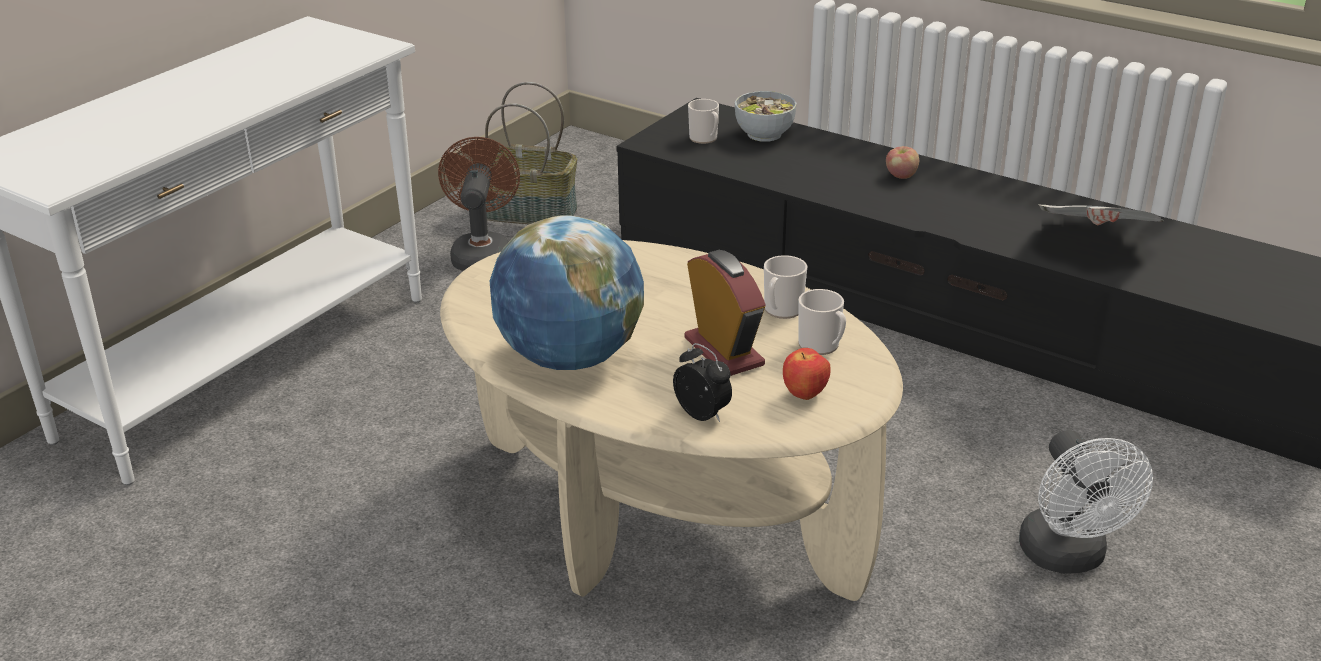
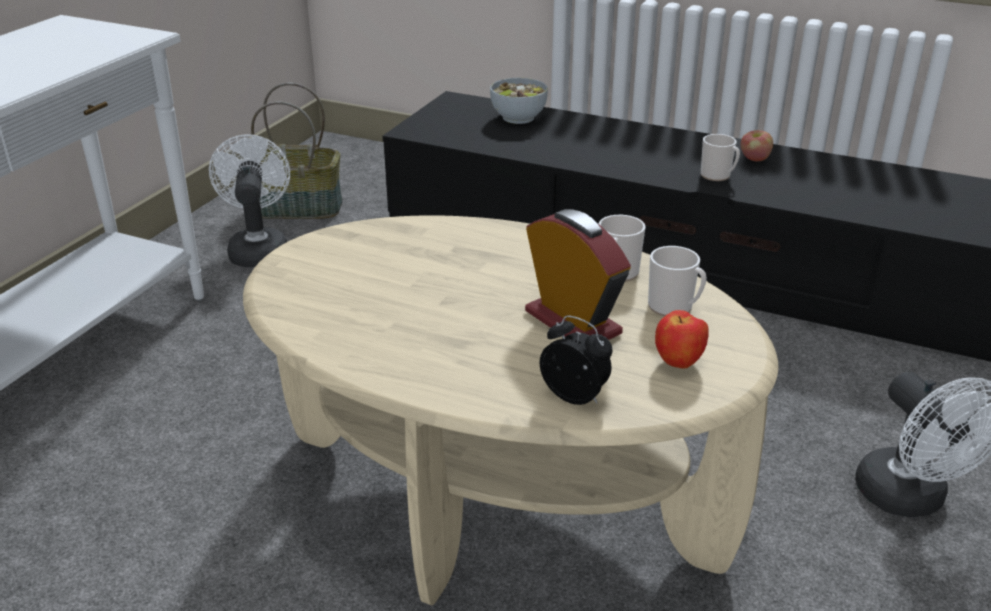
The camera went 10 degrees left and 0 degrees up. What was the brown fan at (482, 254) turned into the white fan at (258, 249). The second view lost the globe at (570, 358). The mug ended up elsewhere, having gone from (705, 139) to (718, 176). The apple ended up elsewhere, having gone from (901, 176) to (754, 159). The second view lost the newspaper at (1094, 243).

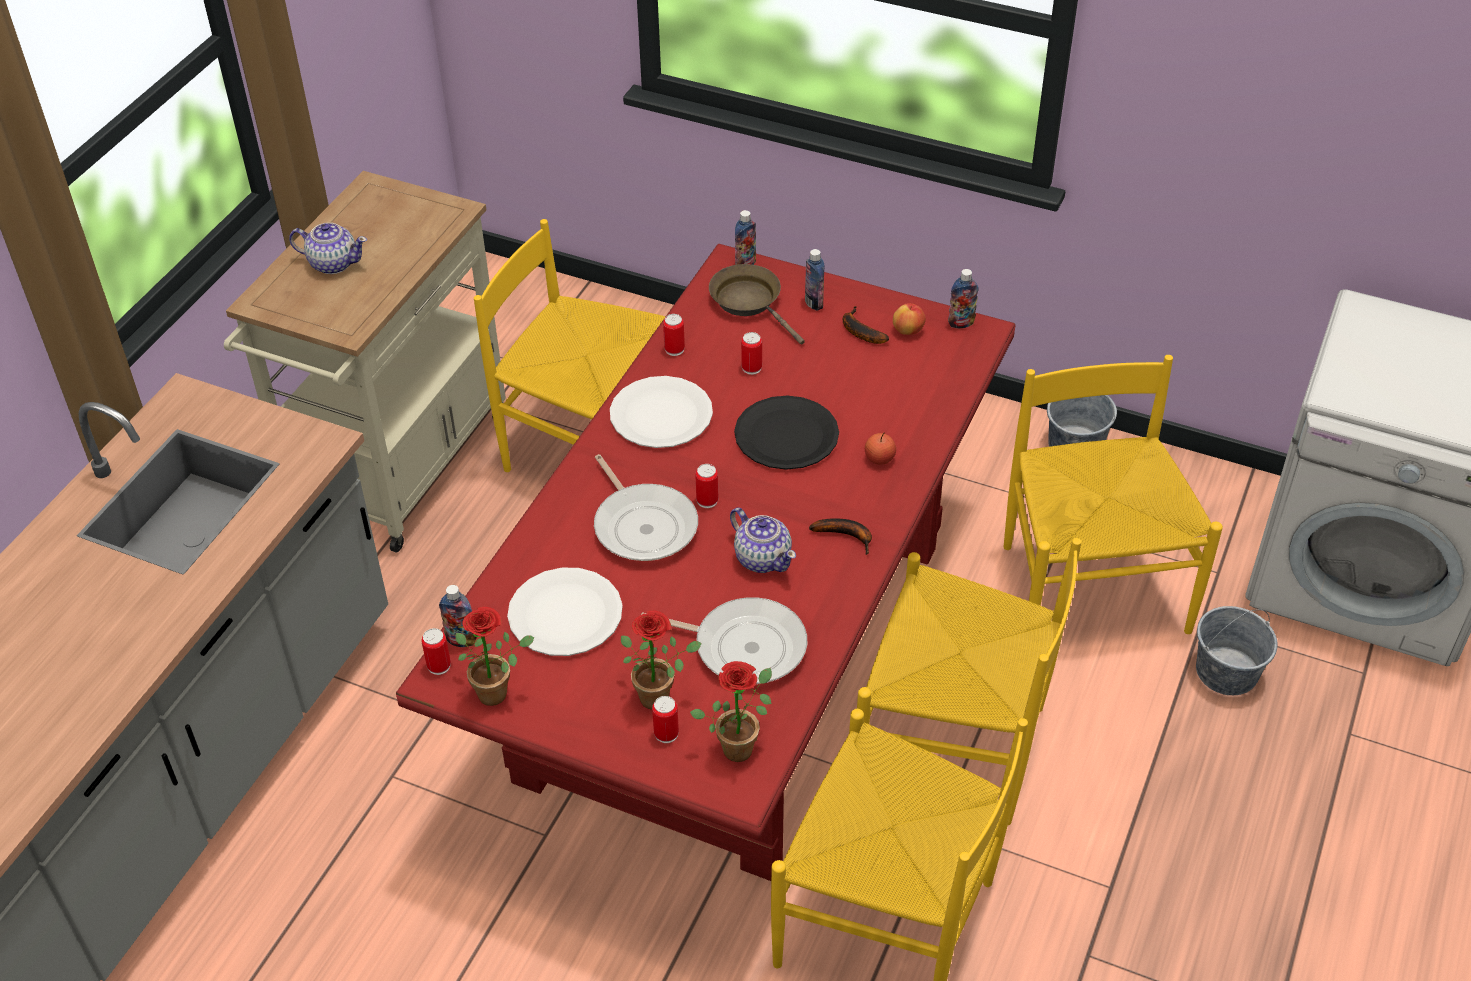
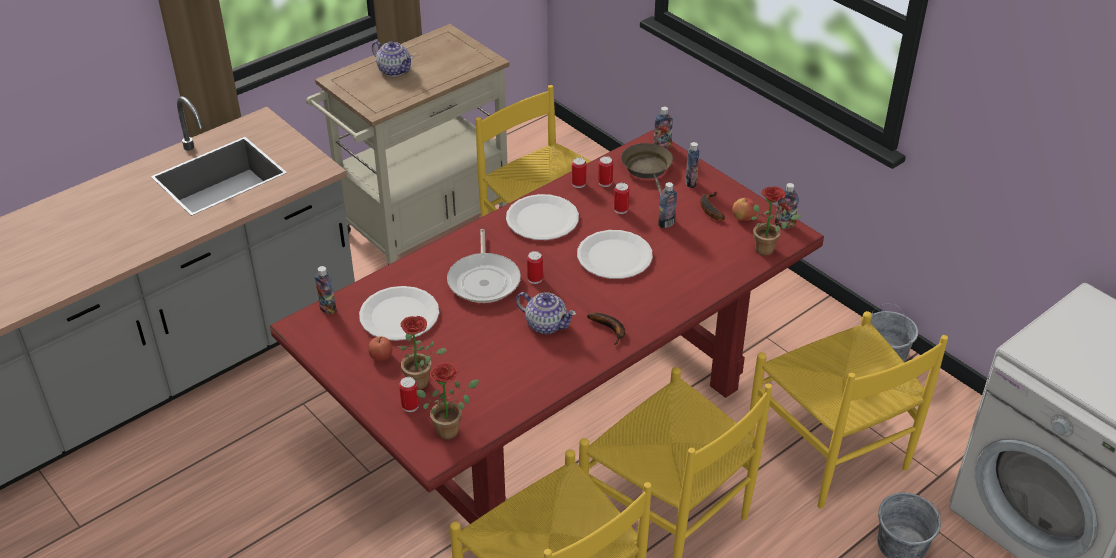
The camera went 25 degrees right and 5 degrees down. The can ended up elsewhere, having gone from (439, 666) to (605, 182). The potted plant ended up elsewhere, having gone from (498, 691) to (768, 249). The second view lost the frying pan at (744, 646). The teapot at (762, 558) ended up facing another way, 45 degrees counterclockwise from before. What was the black plate at (786, 435) turned into the white plate at (614, 257). The apple ended up elsewhere, having gone from (879, 459) to (381, 356). The yellow chair at (1088, 588) ended up facing another way, 135 degrees clockwise from before. The second view gained the bottle at (666, 223).

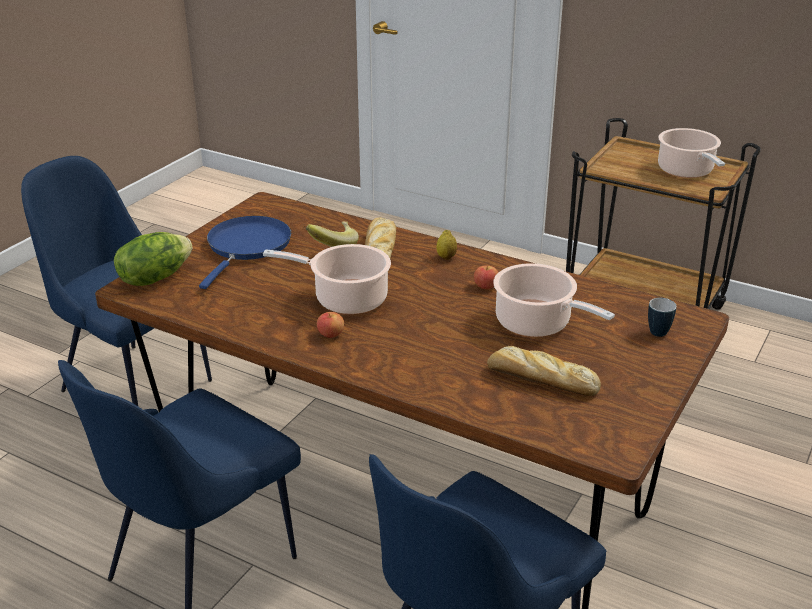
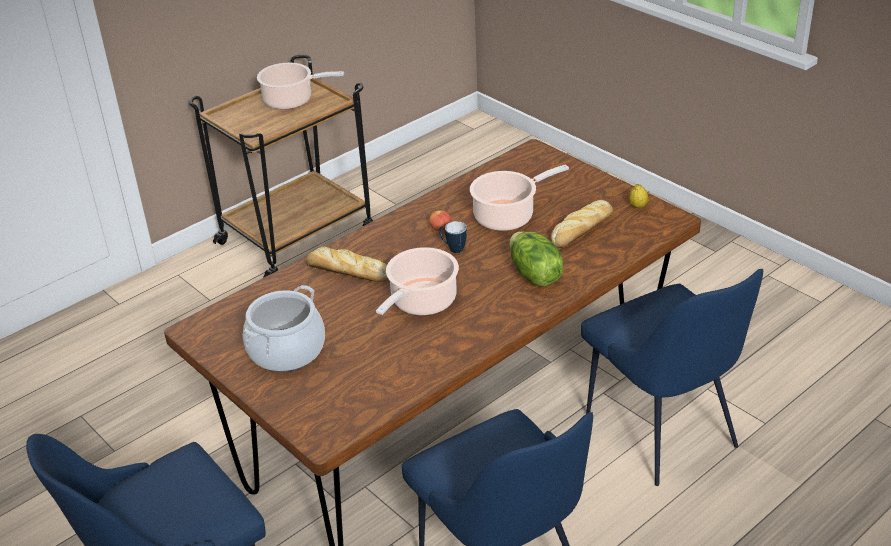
The camera went 70 degrees left and 5 degrees up. The lettuce ended up elsewhere, having gone from (154, 277) to (534, 275). Where the blue frying pan stood at (247, 247), the cooking pot came to stand at (286, 350). The second view lost the banana at (332, 245). The second view lost the apple at (330, 334). The lemon ended up elsewhere, having gone from (446, 257) to (638, 206). The mug ended up elsewhere, having gone from (658, 330) to (453, 248).

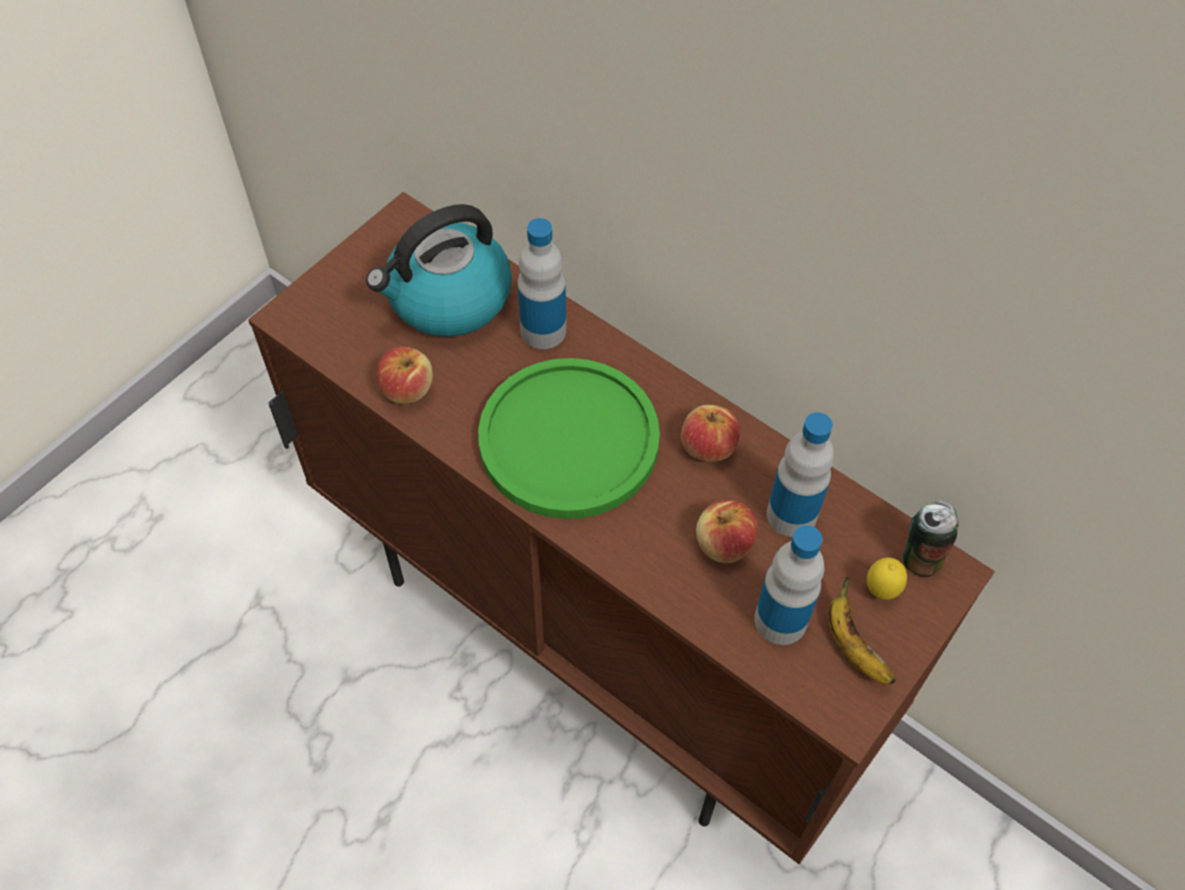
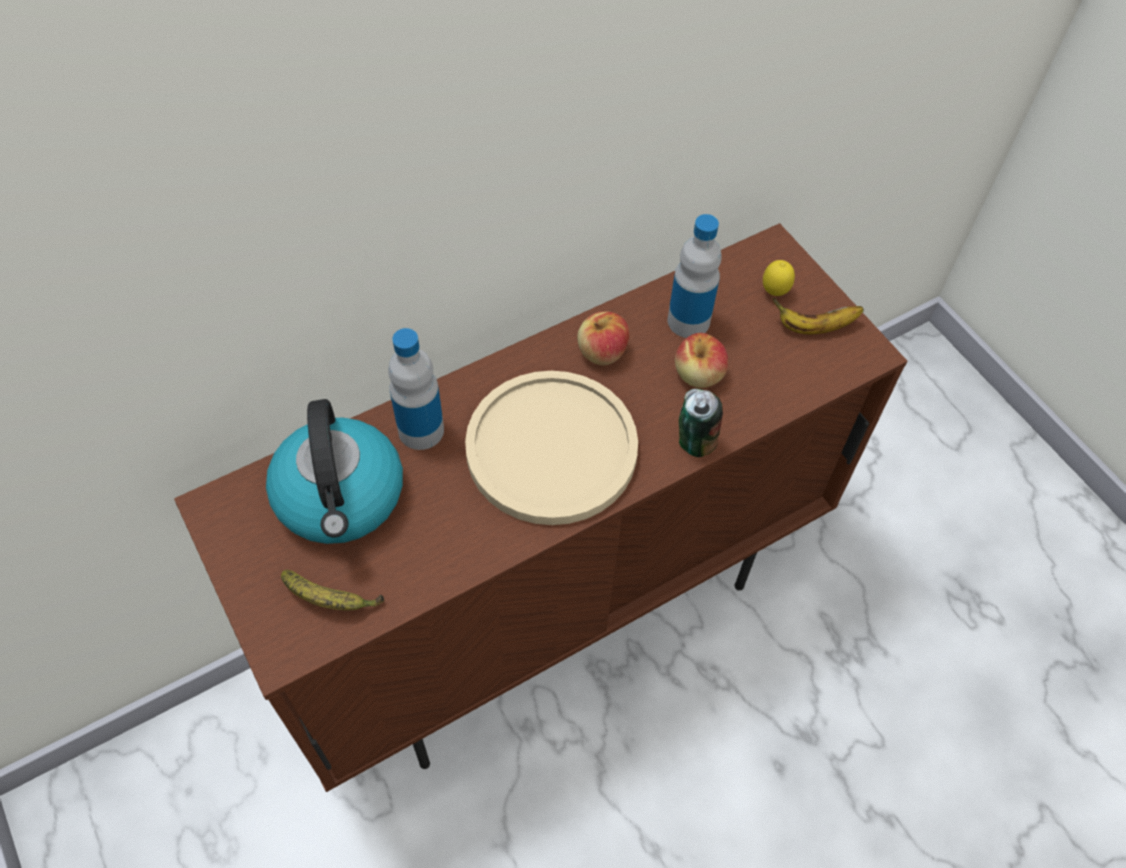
The camera went 70 degrees left and 0 degrees up. The second view lost the apple at (407, 389). What was the green plate at (569, 440) turned into the beige plate at (551, 449). The second view lost the bottle at (780, 620). The can ended up elsewhere, having gone from (920, 557) to (694, 442). The second view gained the banana at (330, 599).

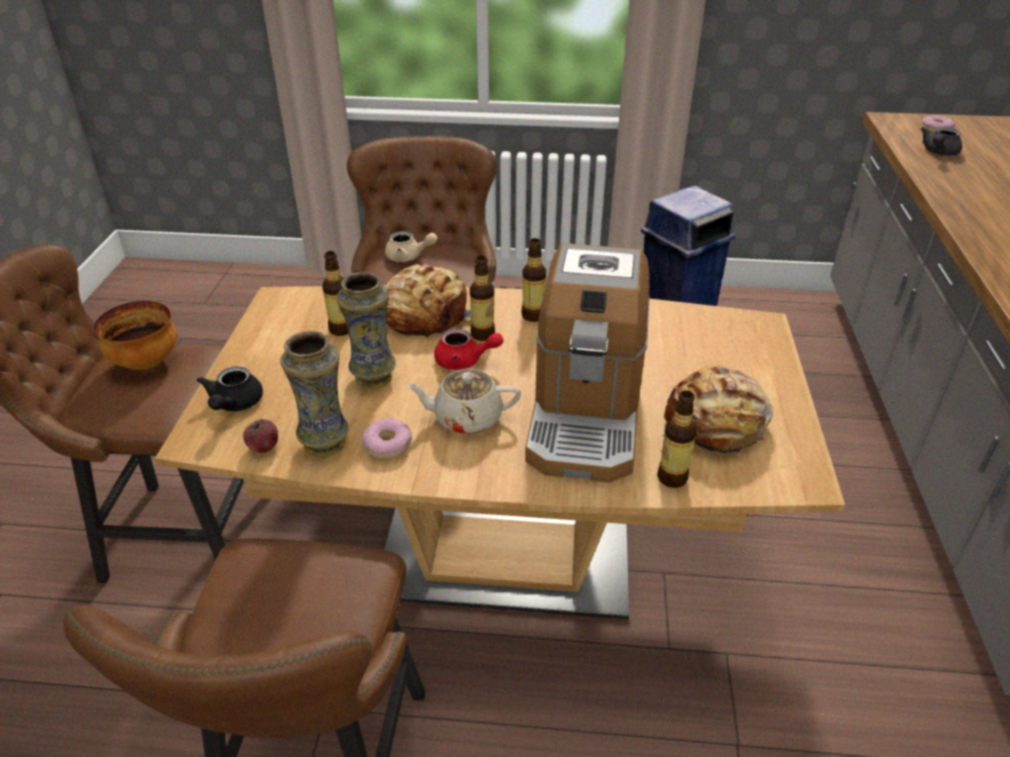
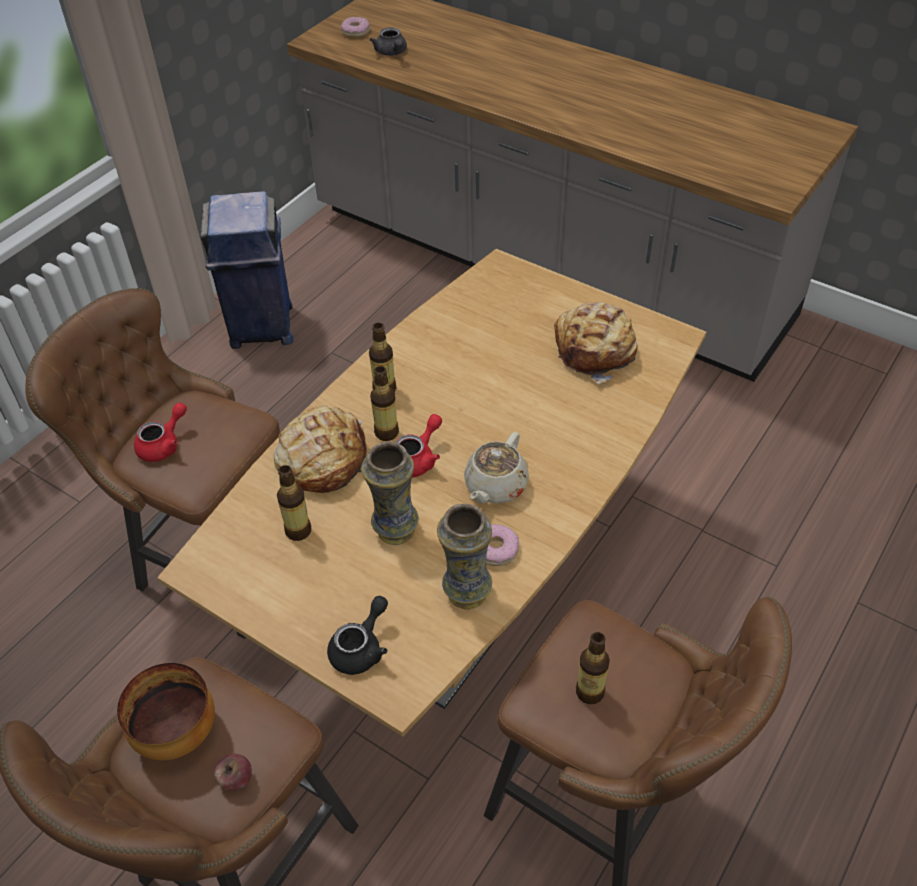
The camera went 60 degrees left and 10 degrees up. The black teapot at (234, 404) ended up facing another way, 90 degrees counterclockwise from before. The apple ended up elsewhere, having gone from (263, 447) to (236, 779). What was the beige teapot at (408, 257) turned into the red teapot at (164, 445). The second view lost the coffee machine at (585, 414). The bottle ended up elsewhere, having gone from (672, 478) to (590, 692).

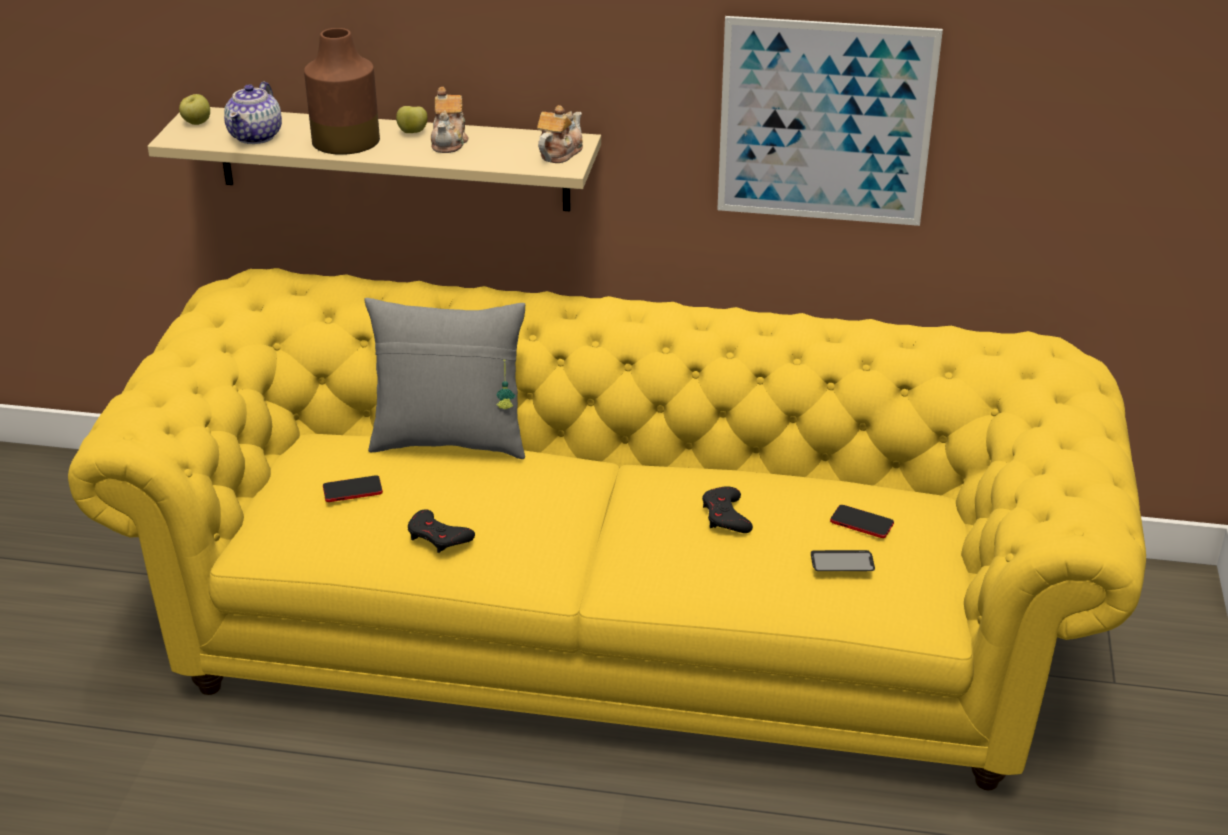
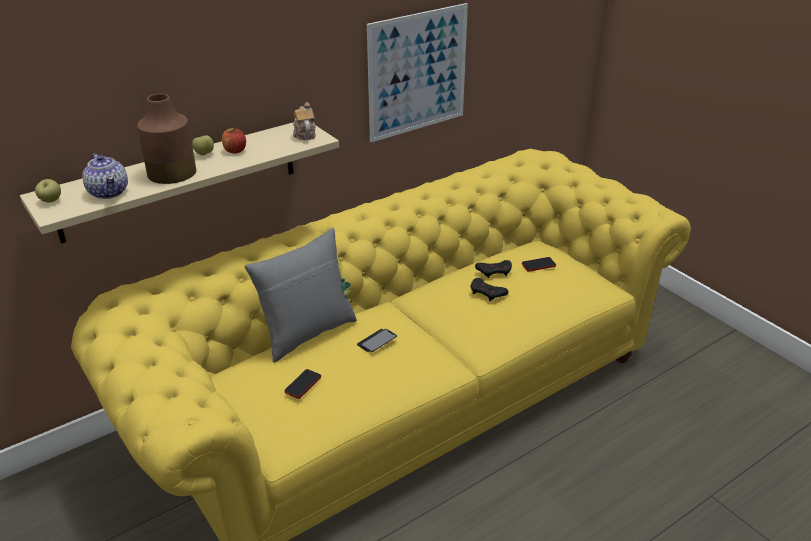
The camera went 45 degrees left and 0 degrees up. The black game controller ended up elsewhere, having gone from (438, 536) to (494, 271). Where the teapot stood at (449, 142), the apple came to stand at (235, 150). The phone ended up elsewhere, having gone from (842, 563) to (377, 341).

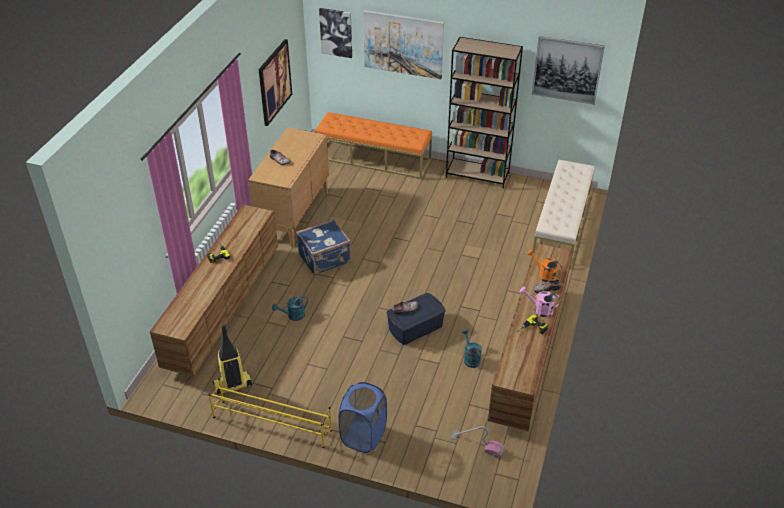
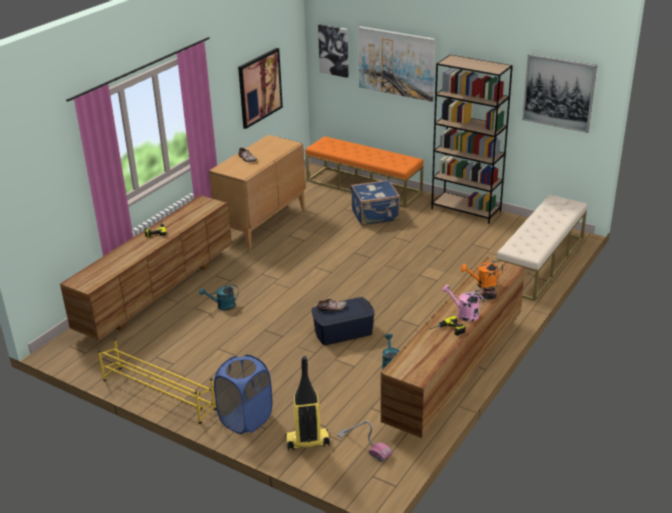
The camera went 15 degrees right and 10 degrees down. The vacuum cleaner ended up elsewhere, having gone from (232, 385) to (307, 442). The blue suitcase ended up elsewhere, having gone from (325, 259) to (375, 216). The orange watering can at (544, 275) ended up facing another way, 60 degrees counterclockwise from before.

